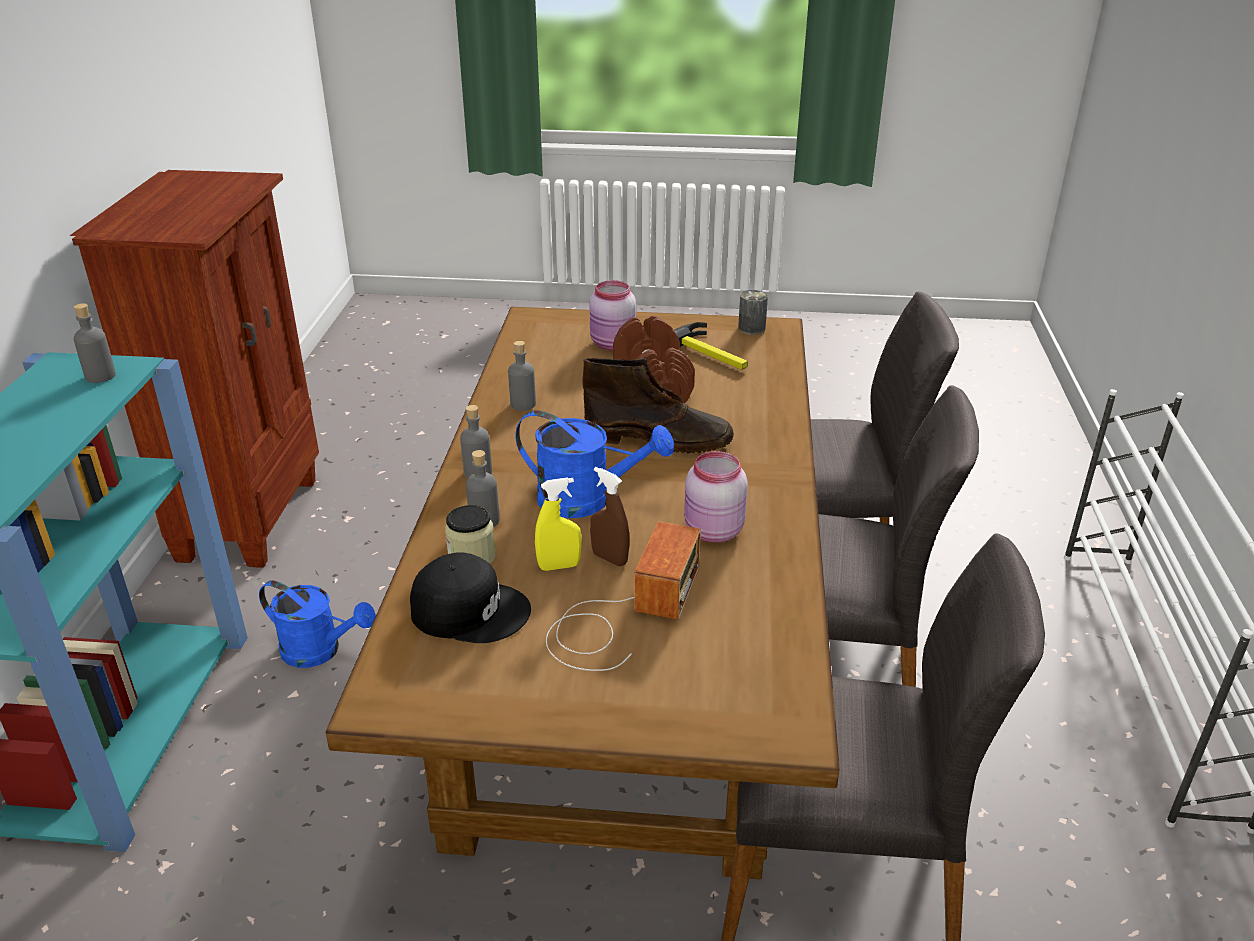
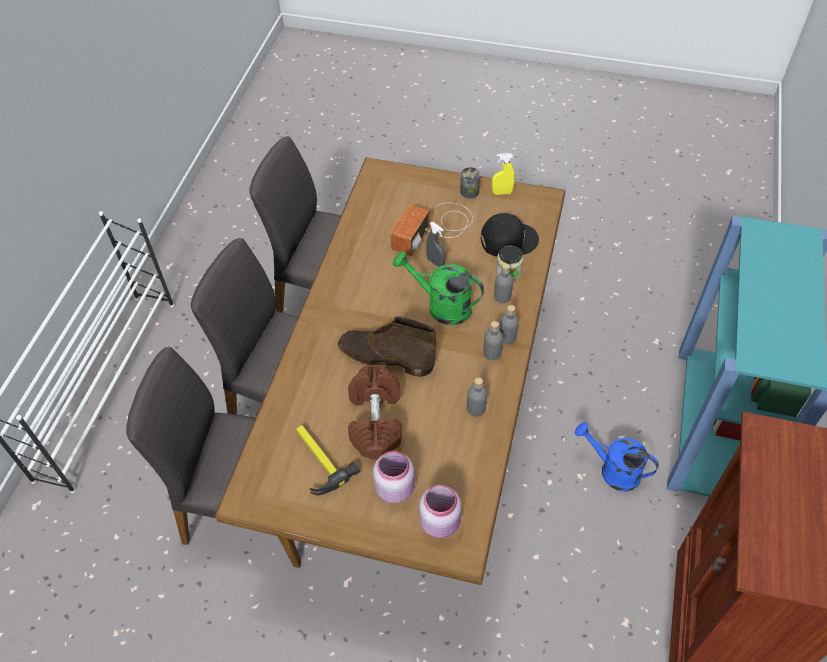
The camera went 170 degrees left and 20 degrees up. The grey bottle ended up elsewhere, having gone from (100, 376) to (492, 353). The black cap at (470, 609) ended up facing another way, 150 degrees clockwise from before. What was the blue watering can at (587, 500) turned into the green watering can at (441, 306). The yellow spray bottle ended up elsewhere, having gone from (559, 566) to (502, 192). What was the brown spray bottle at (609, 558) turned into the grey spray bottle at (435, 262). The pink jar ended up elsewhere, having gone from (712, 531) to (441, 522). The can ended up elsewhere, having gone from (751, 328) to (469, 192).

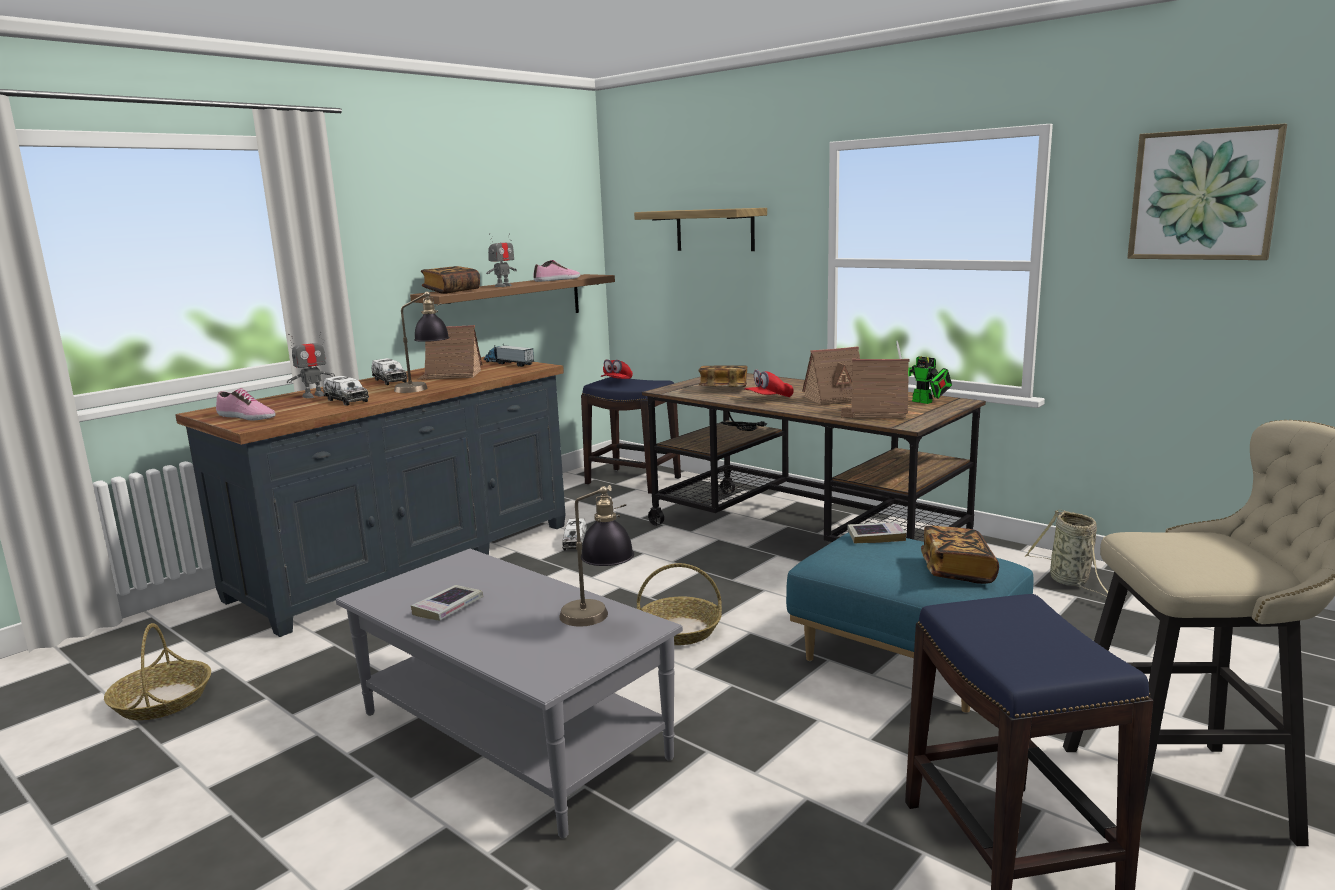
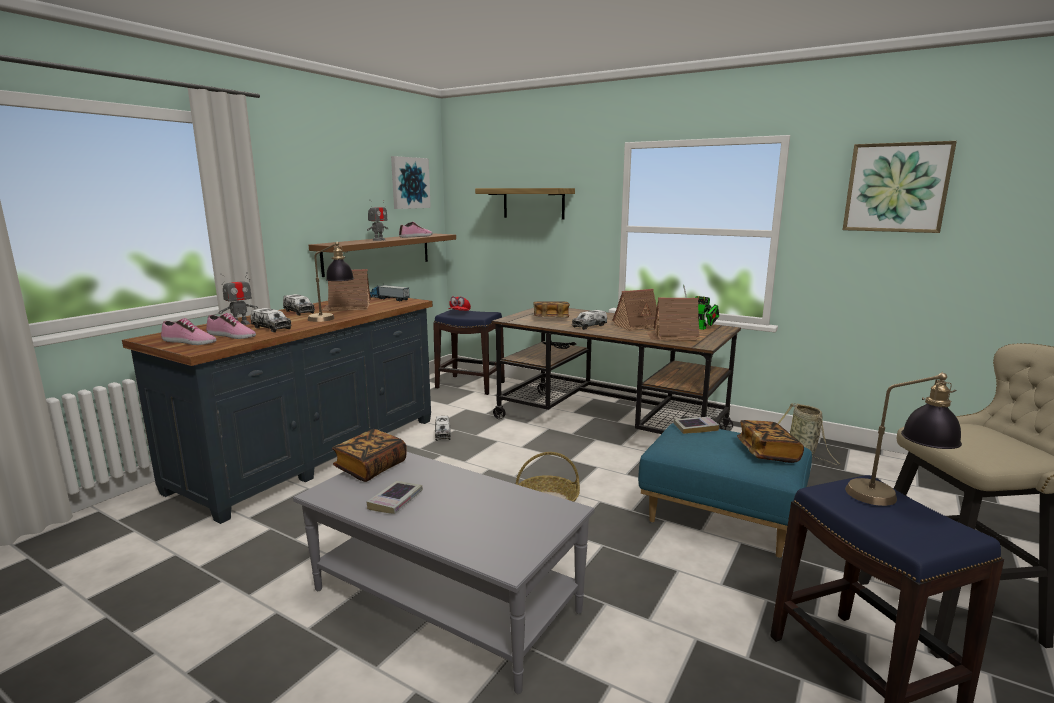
The camera went 10 degrees left and 0 degrees up. The second view lost the basket at (162, 700). The book ended up elsewhere, having gone from (451, 291) to (371, 467). The table lamp ended up elsewhere, having gone from (597, 621) to (894, 500). Where the red cap stood at (769, 399), the toy truck came to stand at (589, 326). The second view gained the shoe at (231, 336). The second view gained the picture at (409, 183).

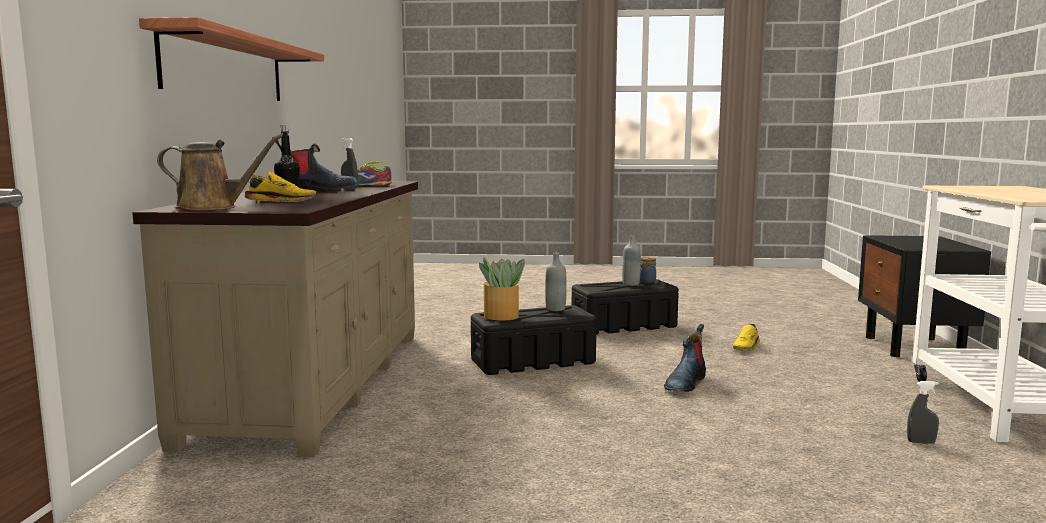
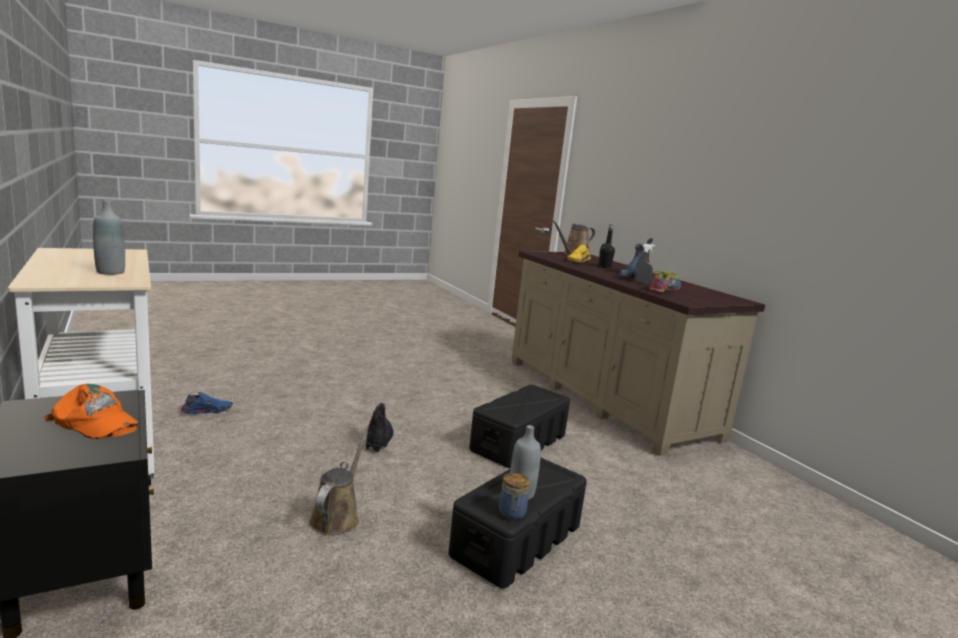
The camera went 145 degrees right and 5 degrees up. The second view lost the shelf at (226, 68). The second view lost the potted plant at (501, 316). The grey bottle ended up elsewhere, having gone from (555, 309) to (110, 272). Where the yellow shoe stood at (747, 347), the brown watering can came to stand at (336, 517). Where the grey spray bottle stood at (921, 442), the blue shoe came to stand at (207, 410). The second view gained the orange cap at (95, 422).

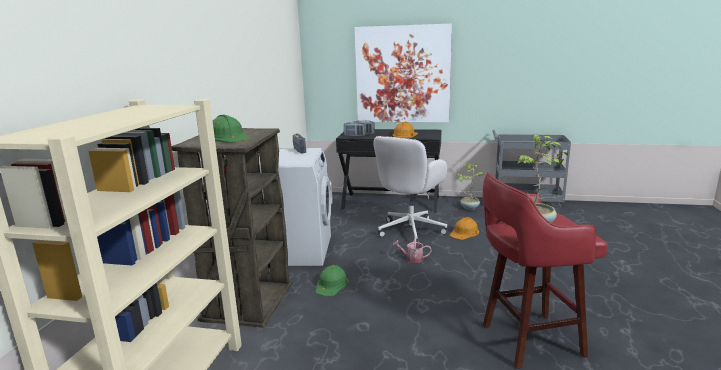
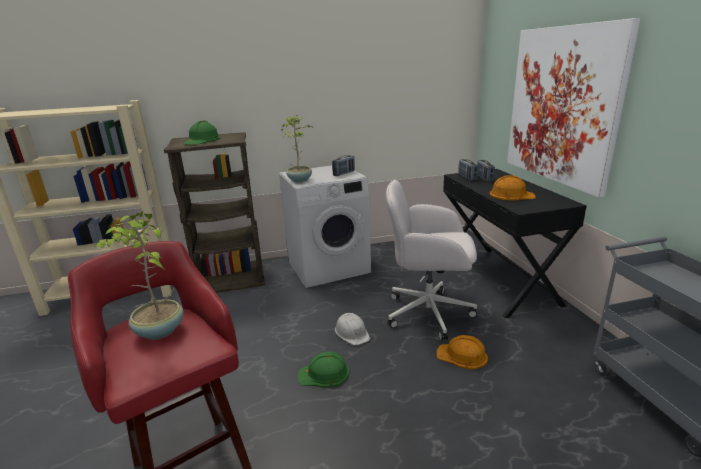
The camera went 65 degrees right and 5 degrees up. The green hard hat ended up elsewhere, having gone from (331, 284) to (324, 374). Where the watering can stood at (412, 259), the white hard hat came to stand at (352, 333). The potted plant ended up elsewhere, having gone from (469, 207) to (300, 180).

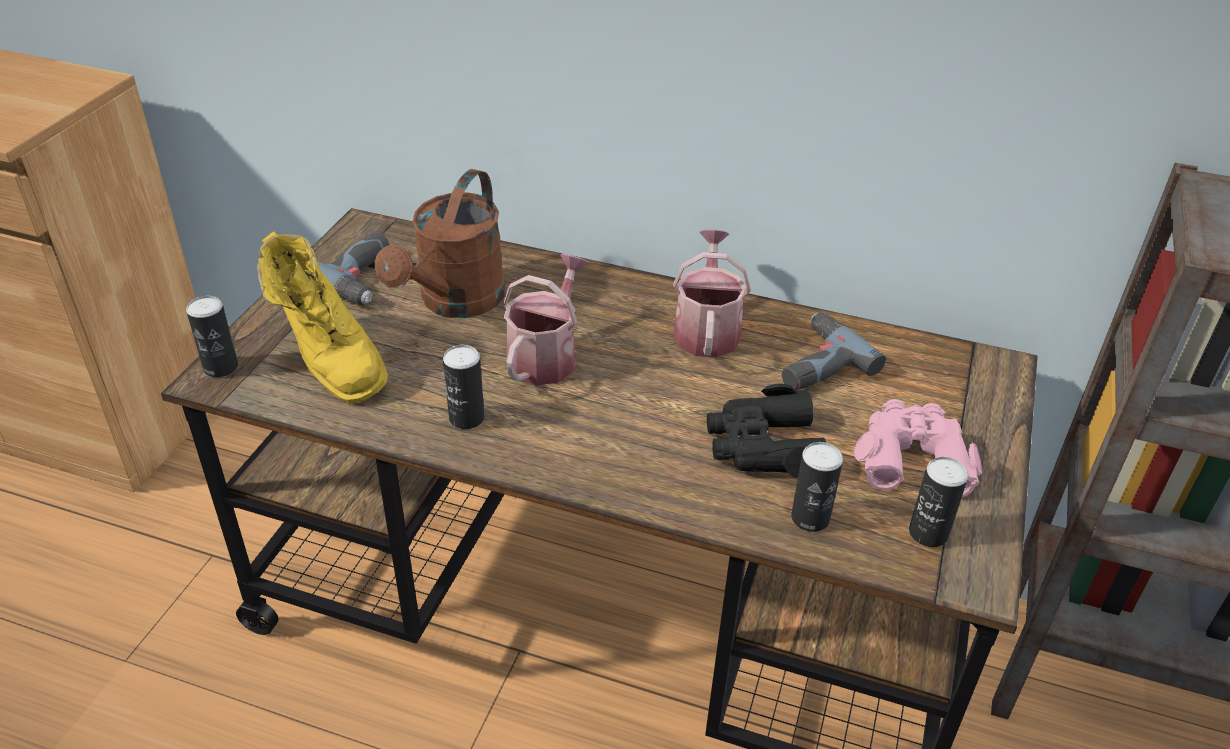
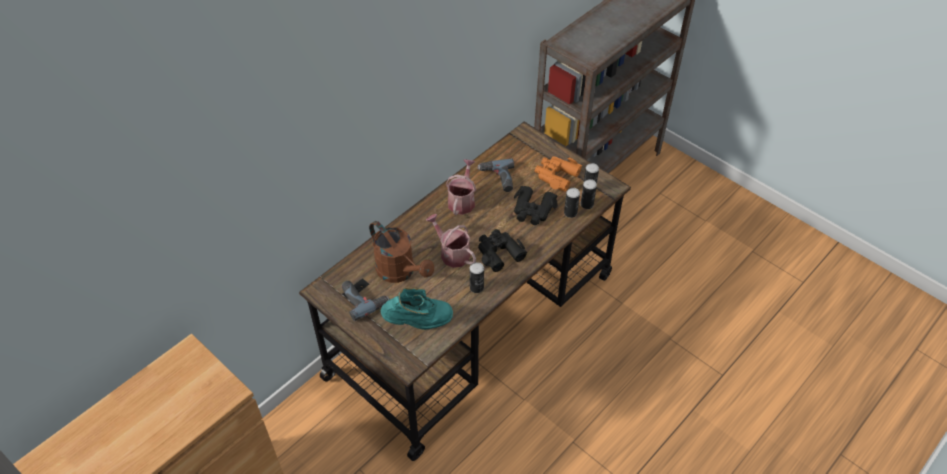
The camera went 65 degrees left and 10 degrees up. The can ended up elsewhere, having gone from (221, 367) to (587, 204). What was the yellow boot at (330, 362) turned into the turquoise boot at (418, 323). The watering can at (707, 329) ended up facing another way, 75 degrees clockwise from before. What was the pink binoculars at (912, 457) turned into the orange binoculars at (556, 176). The second view gained the black binoculars at (499, 252).

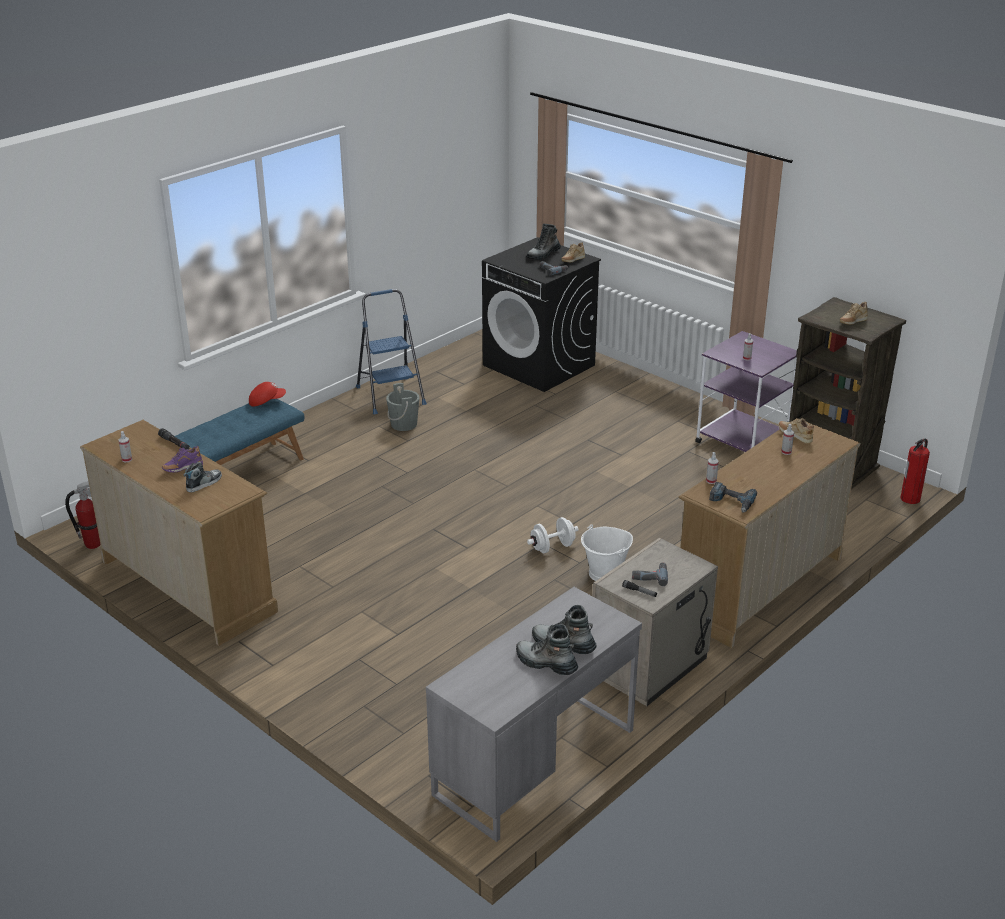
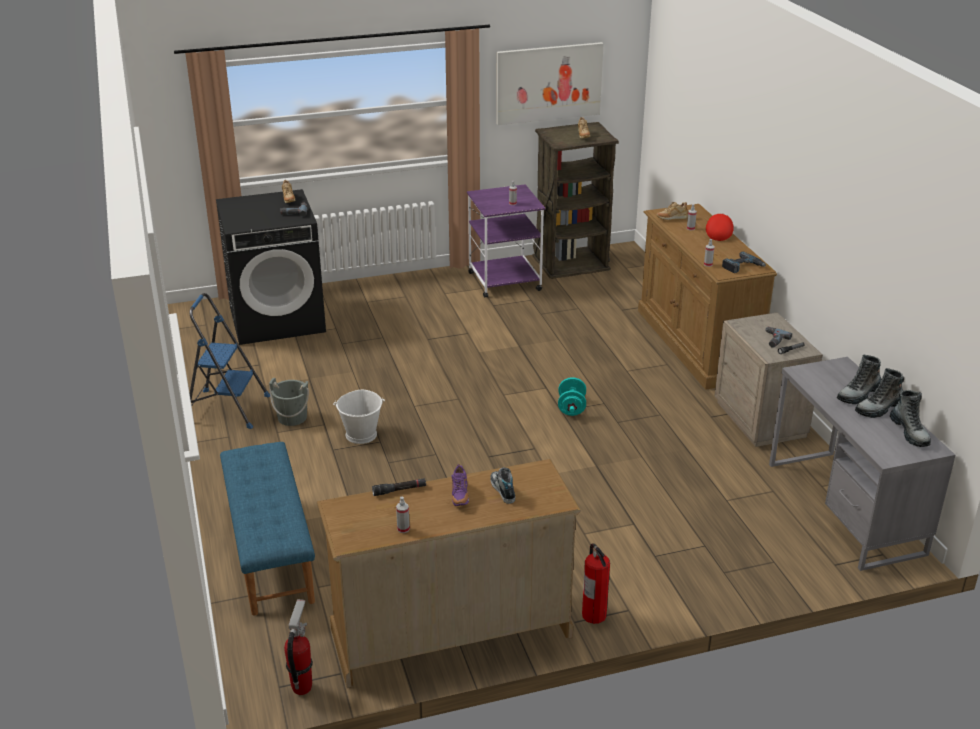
The camera went 60 degrees left and 0 degrees up. The red cap ended up elsewhere, having gone from (266, 401) to (718, 233). The boot ended up elsewhere, having gone from (543, 254) to (909, 432). What was the white dumbbell at (552, 547) turned into the turquoise dumbbell at (571, 408). The white bucket ended up elsewhere, having gone from (605, 574) to (361, 435). The fire extinguisher ended up elsewhere, having gone from (910, 498) to (593, 614). The second view gained the picture at (548, 83).

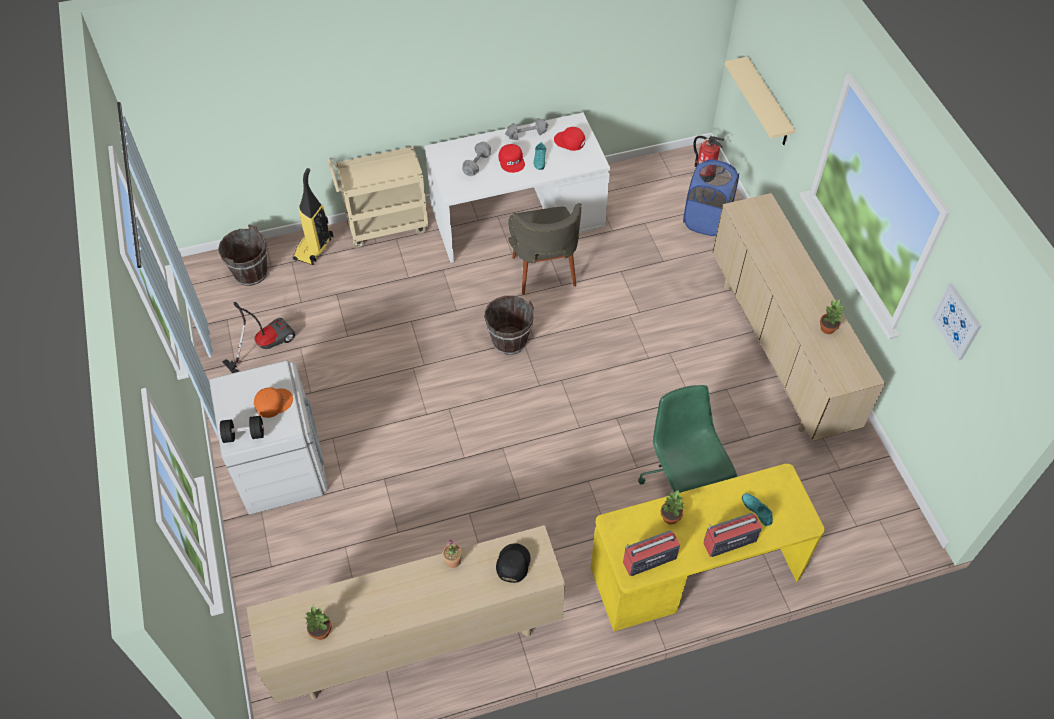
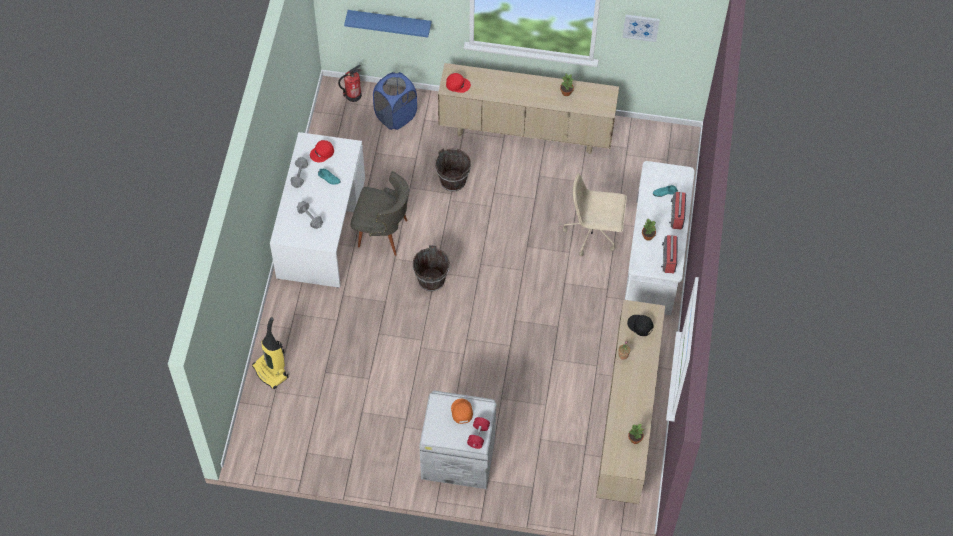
The camera went 65 degrees left and 5 degrees up. The brown bucket ended up elsewhere, having gone from (251, 273) to (453, 181). What was the black dumbbell at (244, 435) turned into the red dumbbell at (478, 436). The second view lost the vacuum cleaner at (264, 344). The second view lost the beige cart at (385, 229). The red cap ended up elsewhere, having gone from (512, 161) to (458, 84). What was the yellow desk at (695, 573) turned into the white desk at (655, 256). What was the green office chair at (682, 485) turned into the beige office chair at (594, 234). What was the beige shelf at (768, 103) turned into the blue shelf at (389, 22).

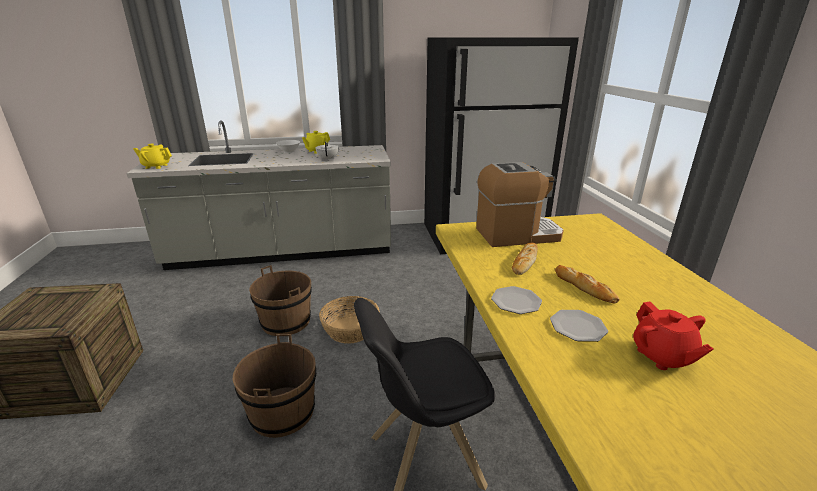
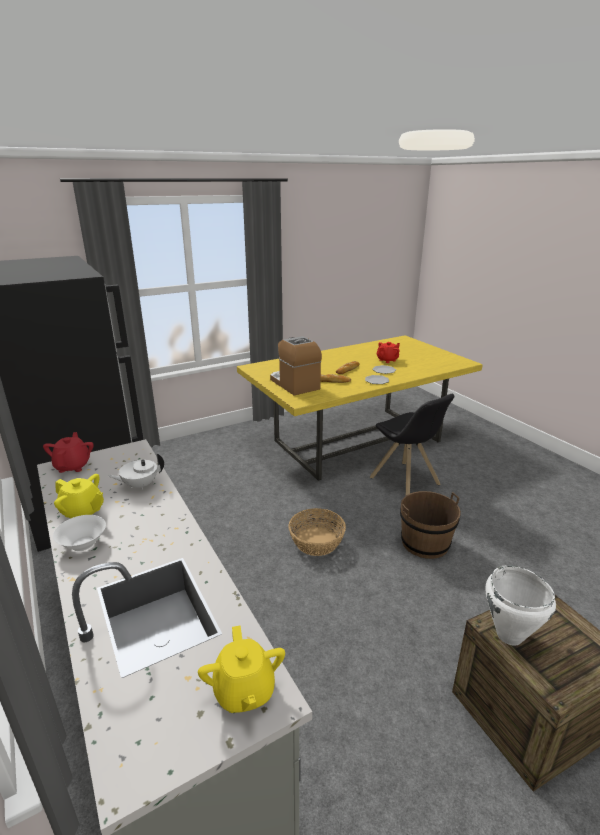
The camera went 110 degrees left and 0 degrees up. The second view lost the brown bucket at (286, 322). The second view gained the red teapot at (73, 466). The second view gained the white cooking pot at (509, 635).

